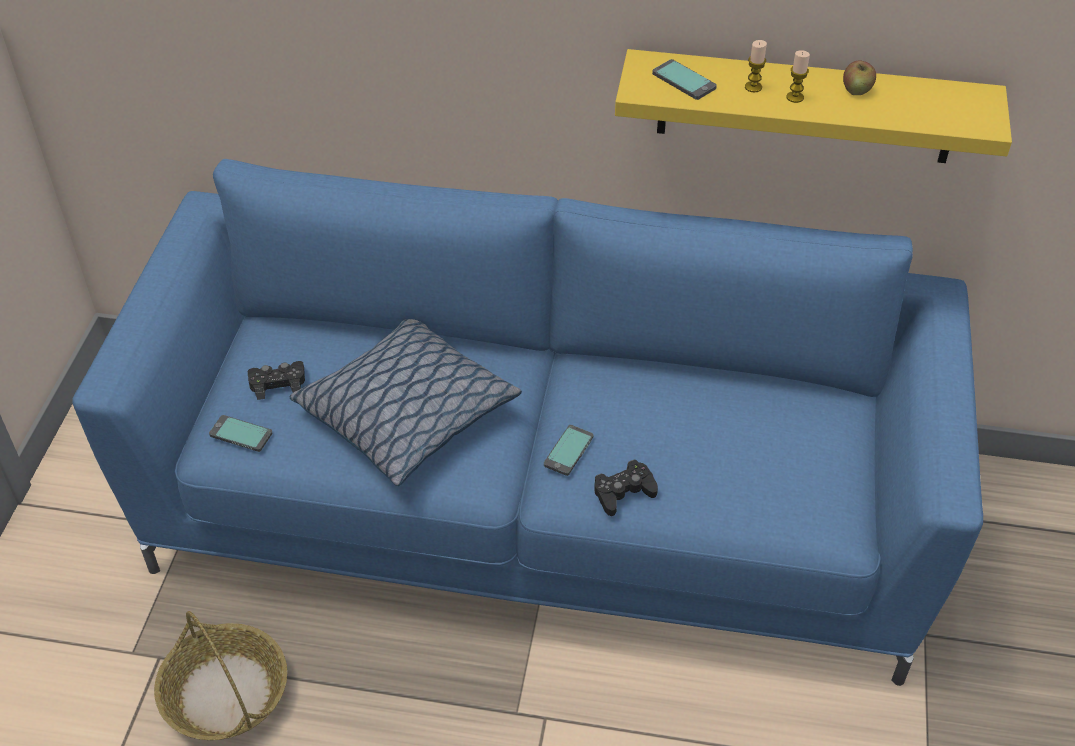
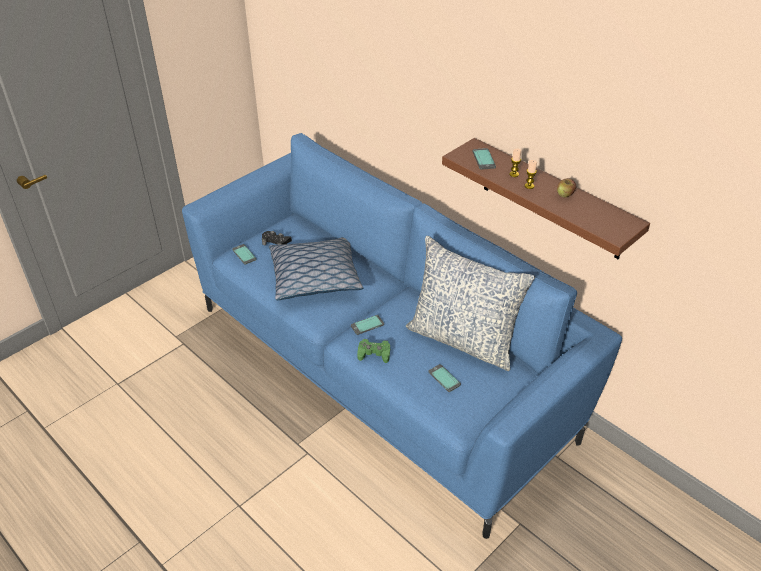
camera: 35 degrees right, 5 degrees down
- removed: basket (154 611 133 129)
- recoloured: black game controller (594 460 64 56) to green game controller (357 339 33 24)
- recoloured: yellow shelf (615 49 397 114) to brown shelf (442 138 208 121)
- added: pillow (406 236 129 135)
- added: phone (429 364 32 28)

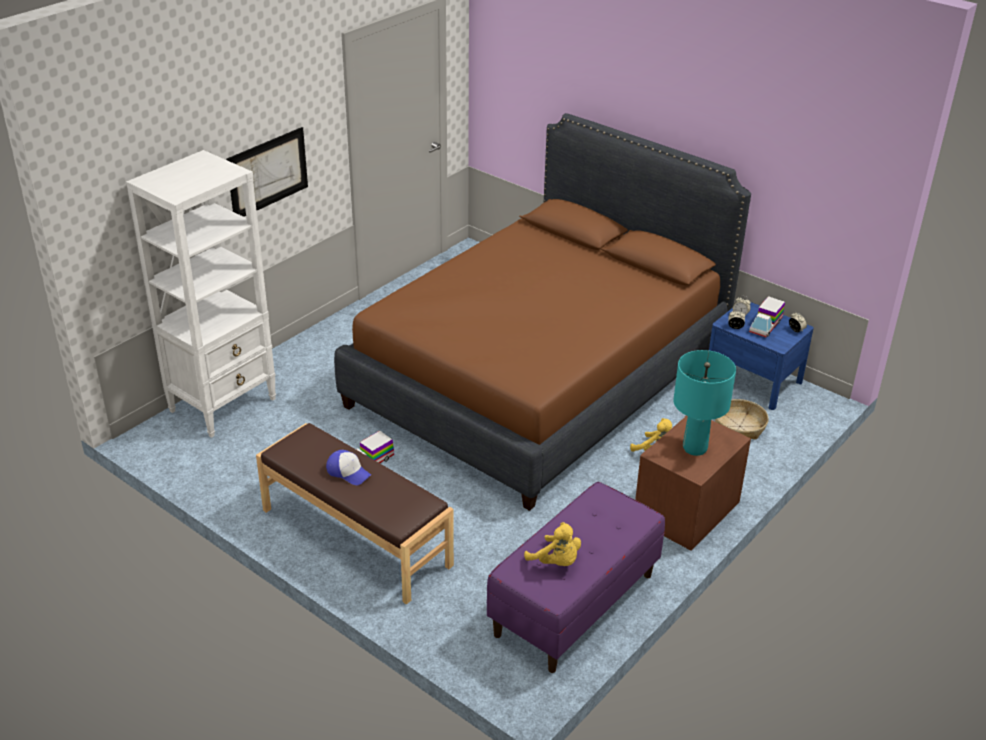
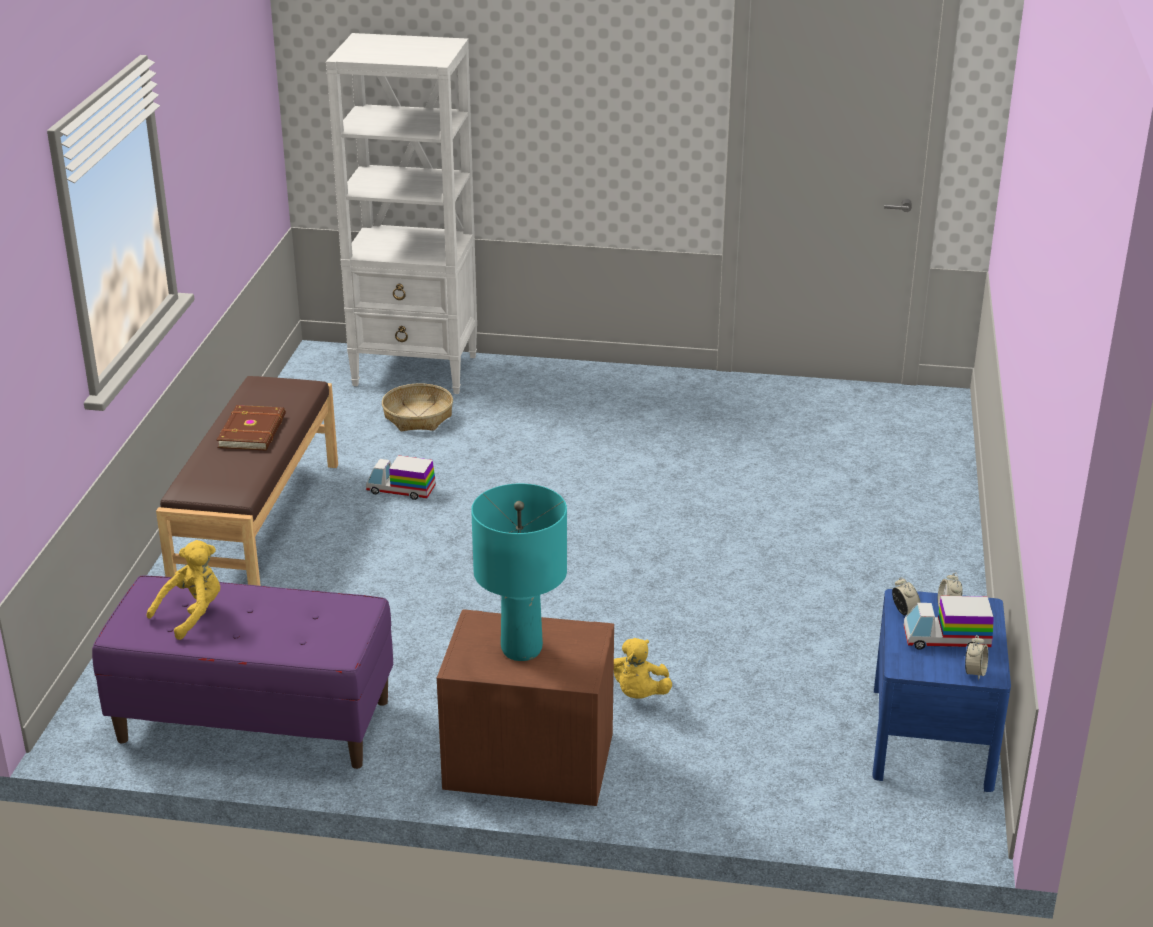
camera: 60 degrees right, 5 degrees down
- removed: picture (226 127 82 90)
- replaced: cap (326 450 45 35) to brown book (217 405 69 46)
- removed: brown bed (334 113 417 398)
- turned: yellow plush toy (524 522 57 44) = (147 540 73 100) 150 degrees counterclockwise
- moved: basket (715 399 54 41) to (382 383 71 48)

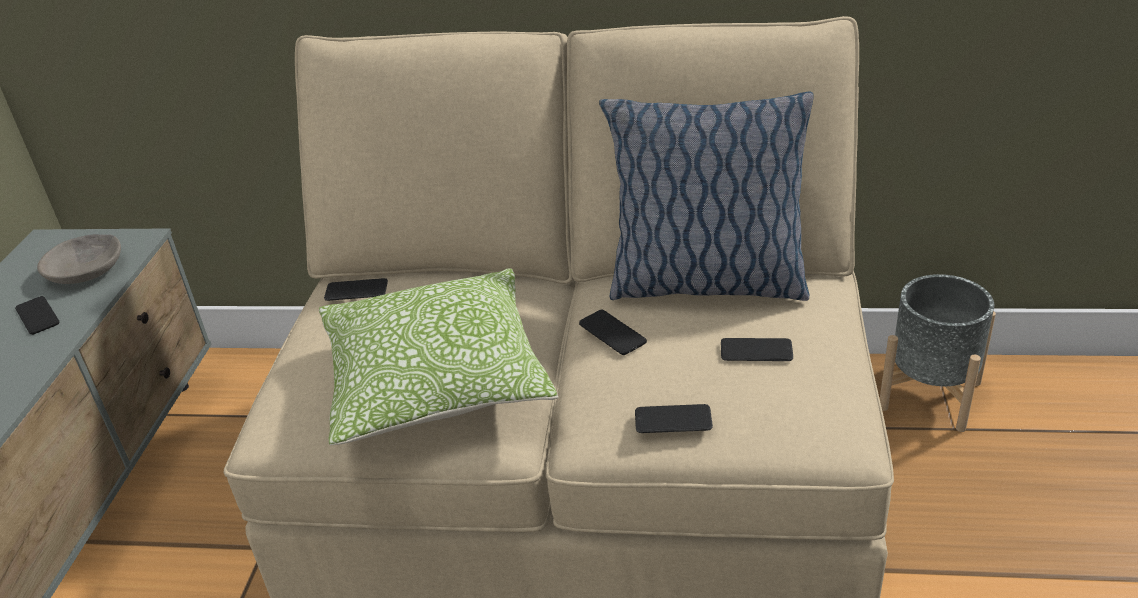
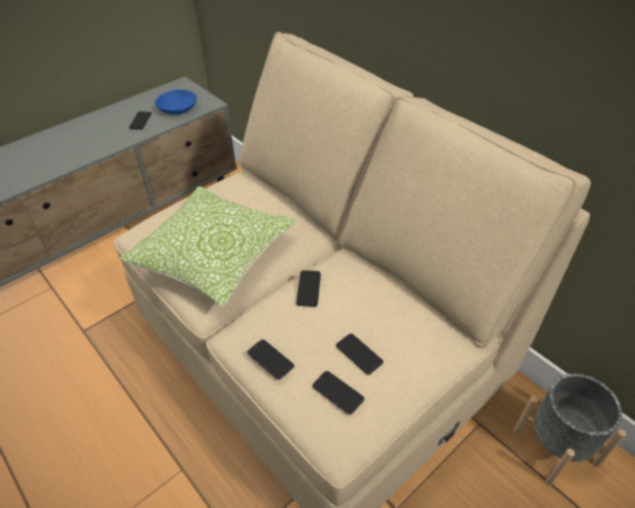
camera: 40 degrees right, 10 degrees up
- recoloured: grey bowl (37 234 84 50) to blue bowl (155 90 42 24)
- moved: phone (324 278 64 23) to (312 371 52 44)
- removed: pillow (599 92 215 209)

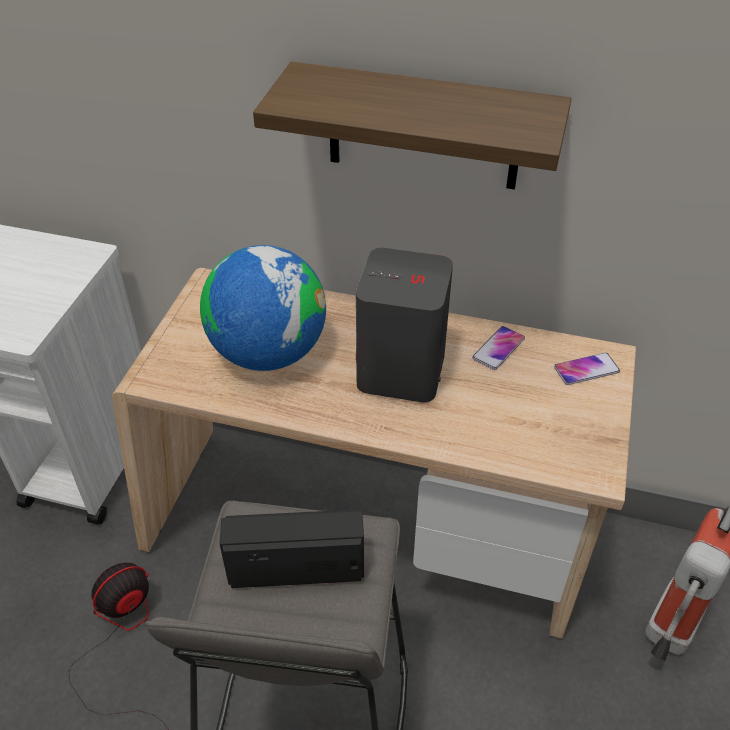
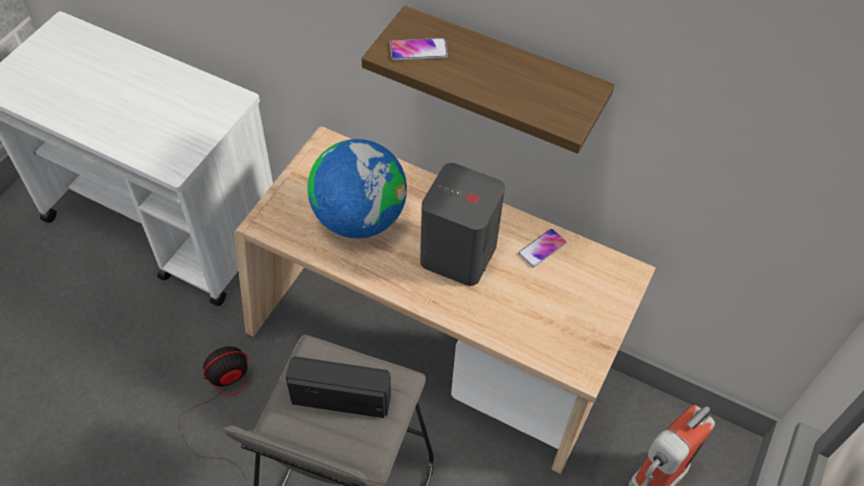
camera: 10 degrees right, 10 degrees up
- moved: phone (554 352 66 33) to (390 38 58 22)

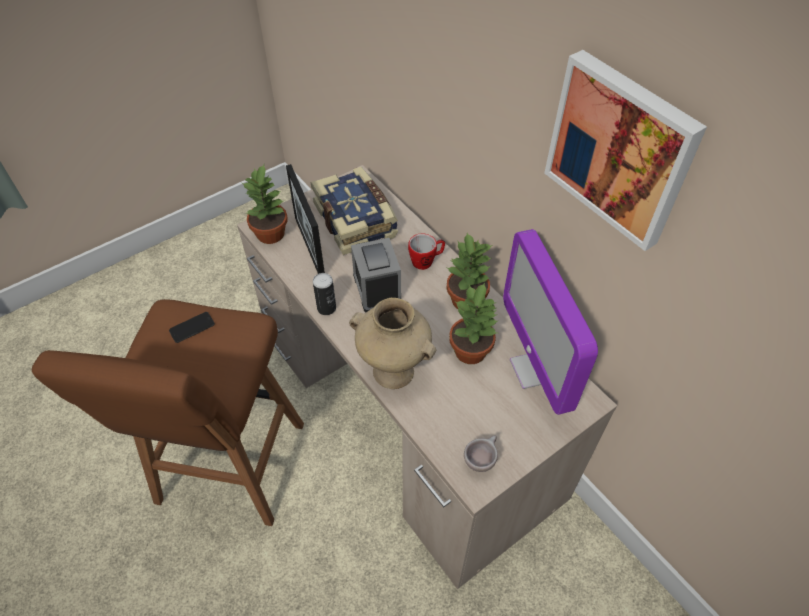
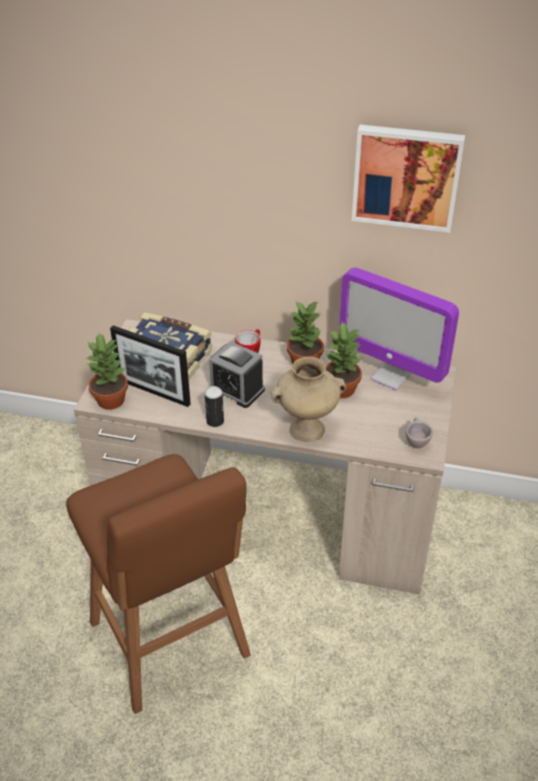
camera: 40 degrees left, 10 degrees down
- removed: phone (169 312 46 31)

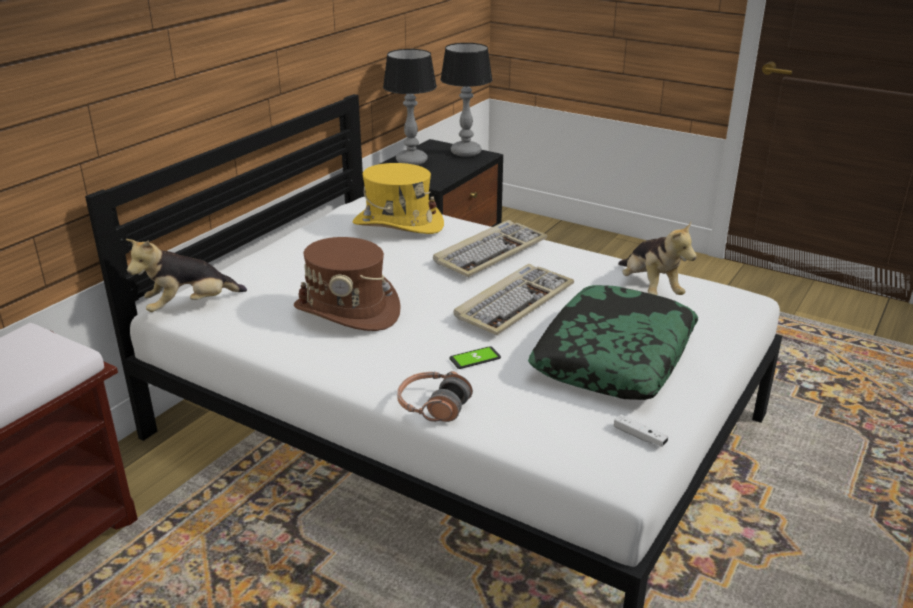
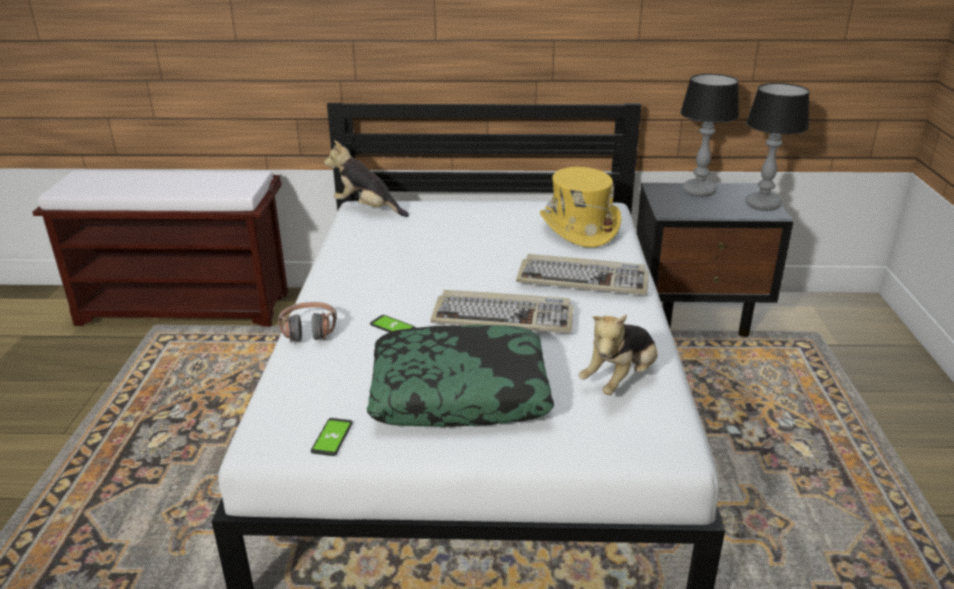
camera: 60 degrees right, 0 degrees up
- removed: brown hat (294 237 107 94)
- replaced: white game controller (614 414 54 33) to phone (311 418 42 38)

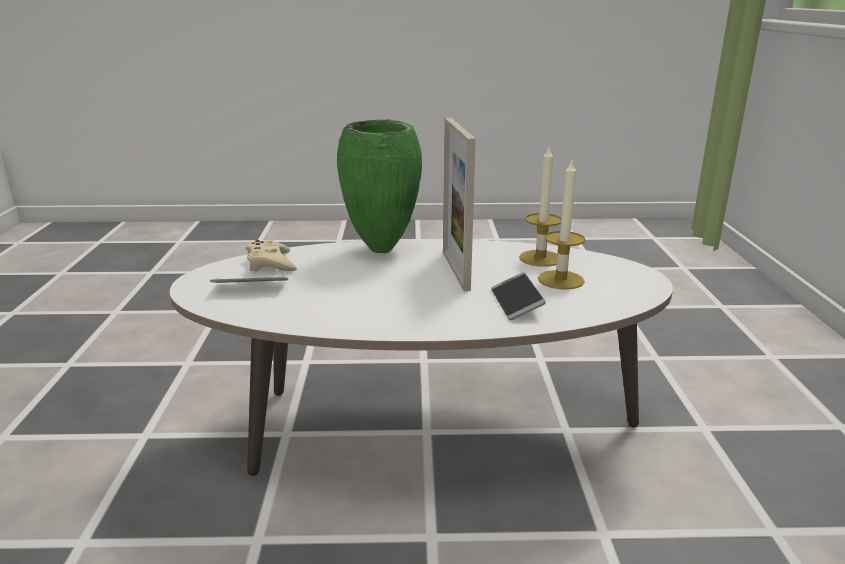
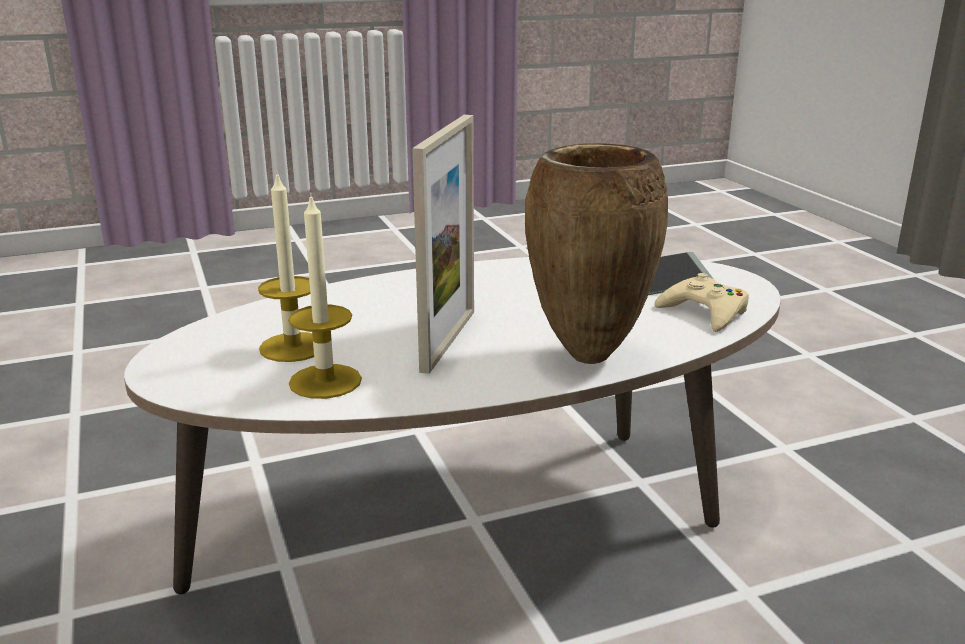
camera: 160 degrees right, 0 degrees up
- recoloured: green vase (337 119 85 134) to brown vase (525 144 143 220)
- turned: picture frame (443 118 33 173) = (412 115 62 259) 45 degrees clockwise
- removed: phone (491 272 55 49)

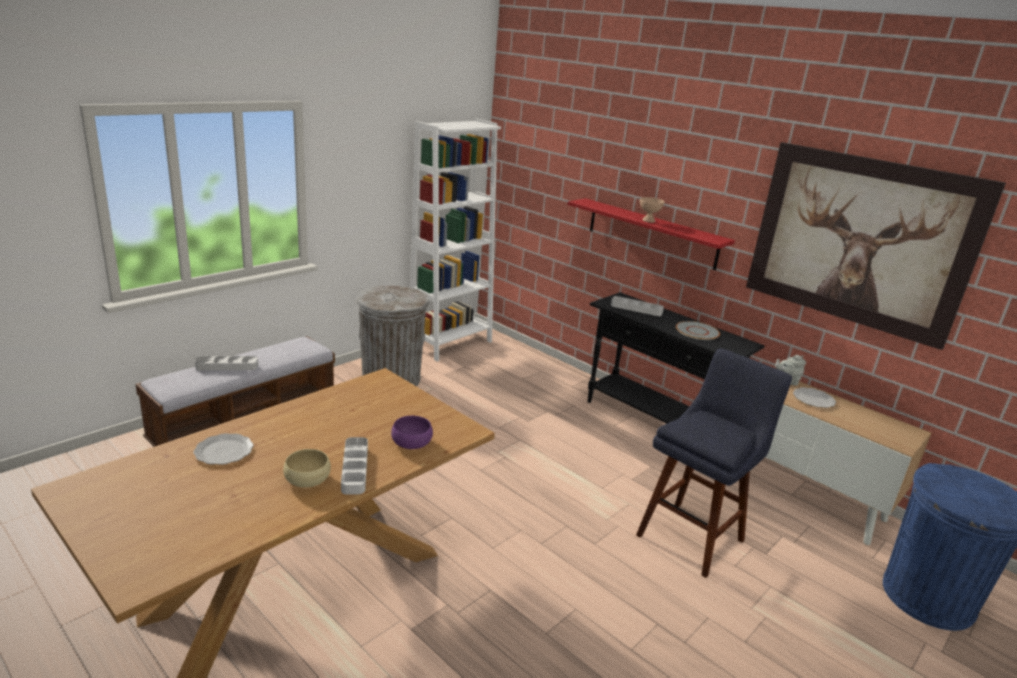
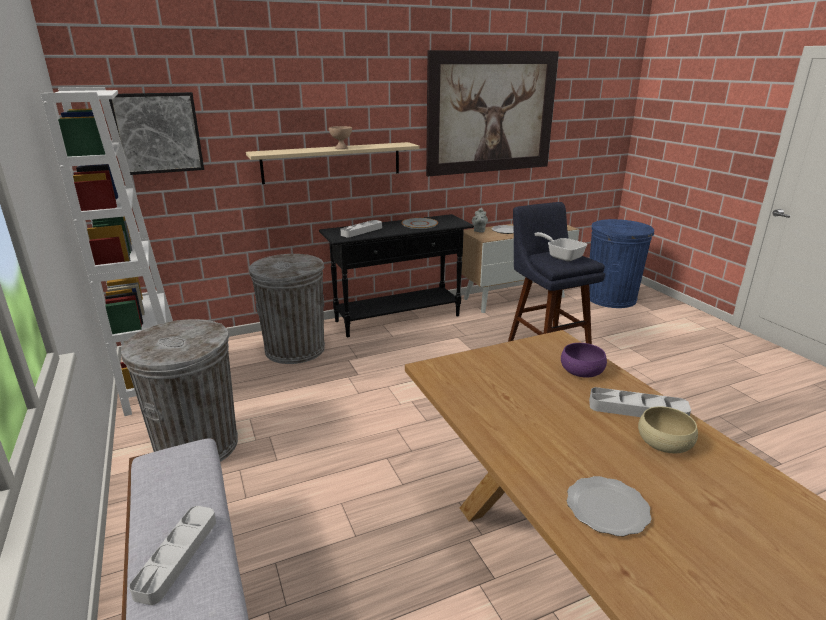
camera: 65 degrees left, 0 degrees up
- recoloured: red shelf (567 198 168 72) to beige shelf (246 142 174 42)
- added: picture (109 92 95 83)
- added: grey trash can (249 254 76 110)
- added: frying pan (534 232 53 30)

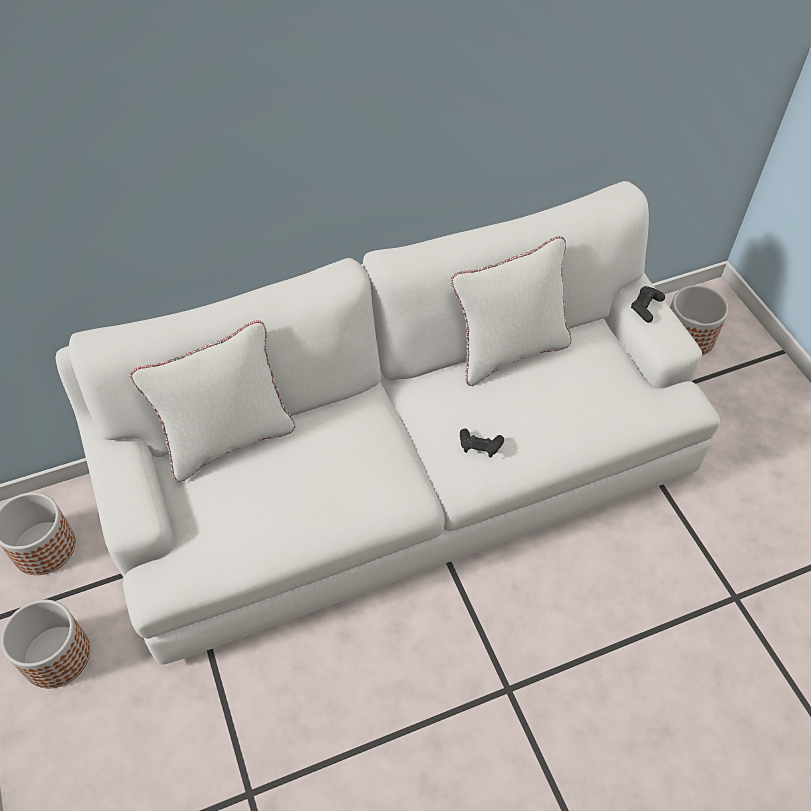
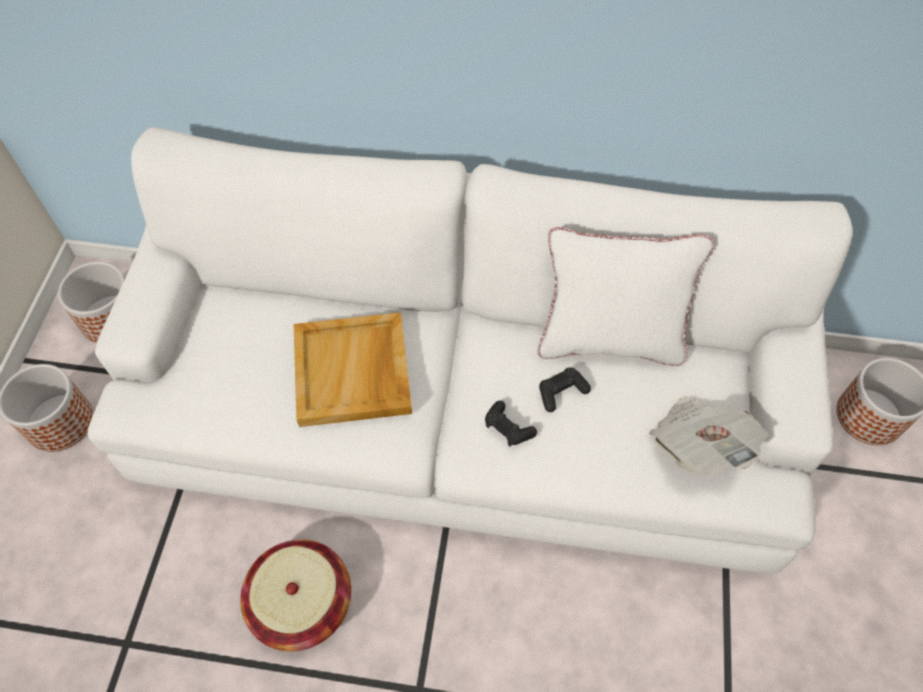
camera: 30 degrees right, 5 degrees up
- removed: white pillow (129 320 167 162)
- moved: black game controller (631 286 34 36) to (539 367 52 45)
- added: basket (240 539 111 112)
- added: beige tray (294 312 118 115)
- added: newspaper (649 396 119 79)

